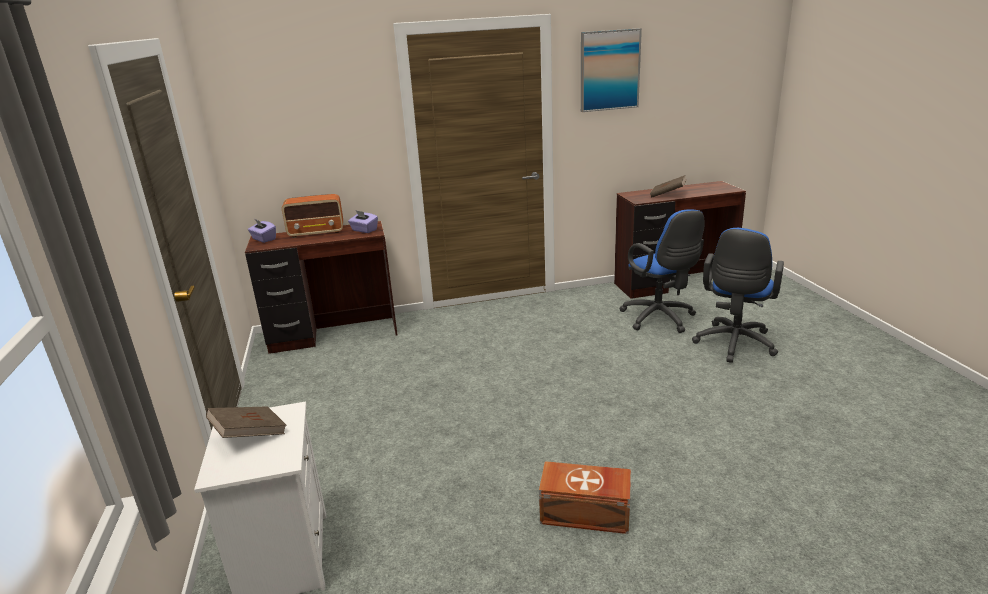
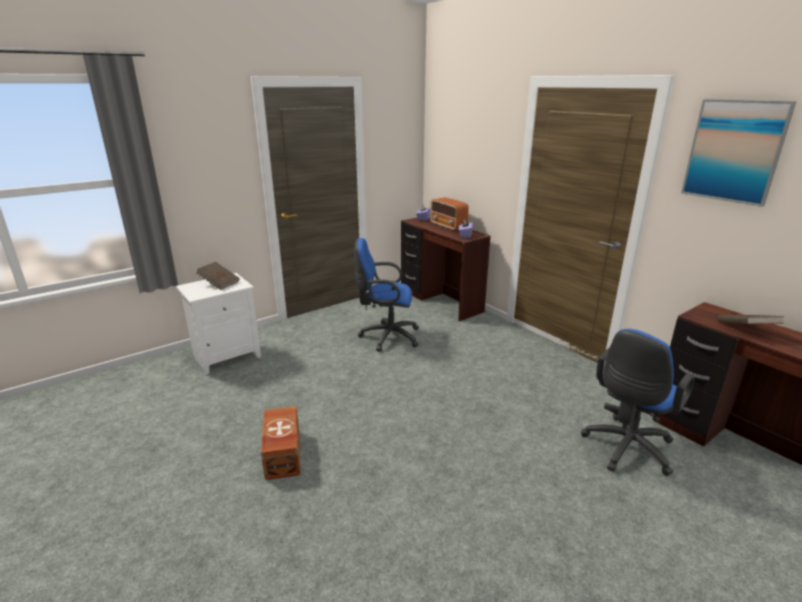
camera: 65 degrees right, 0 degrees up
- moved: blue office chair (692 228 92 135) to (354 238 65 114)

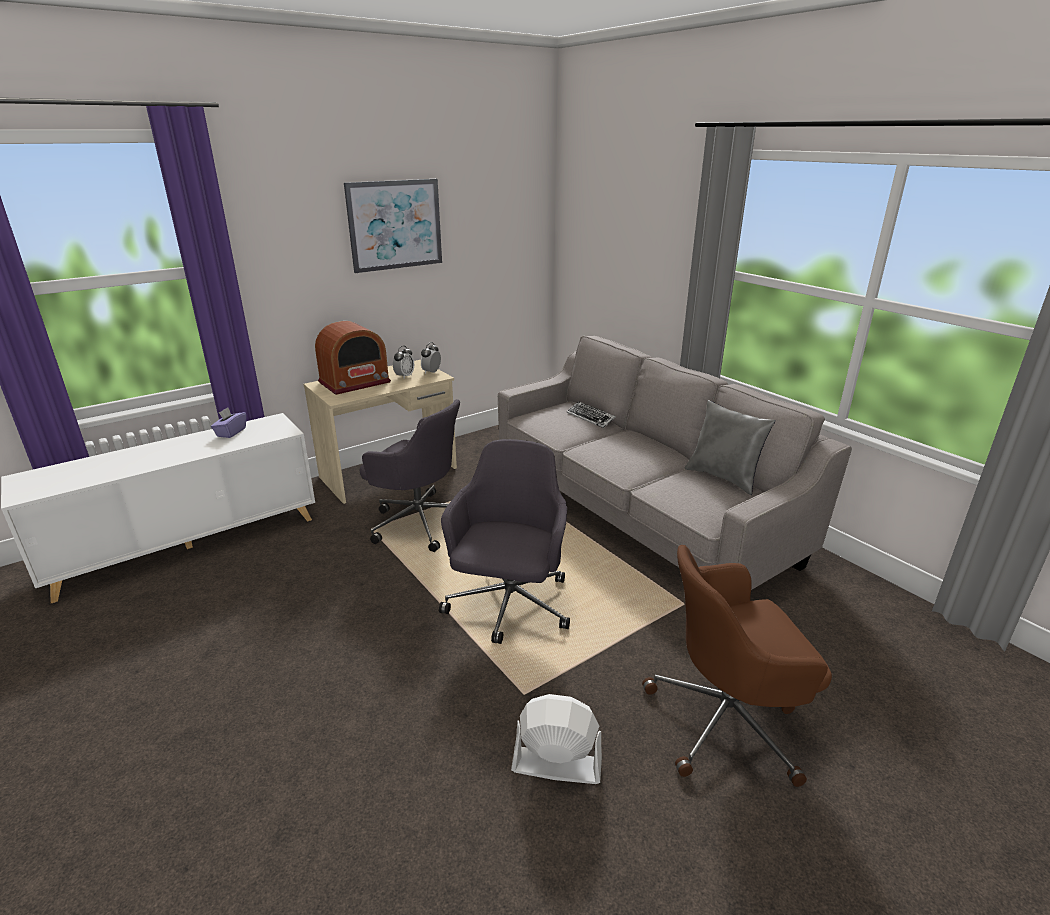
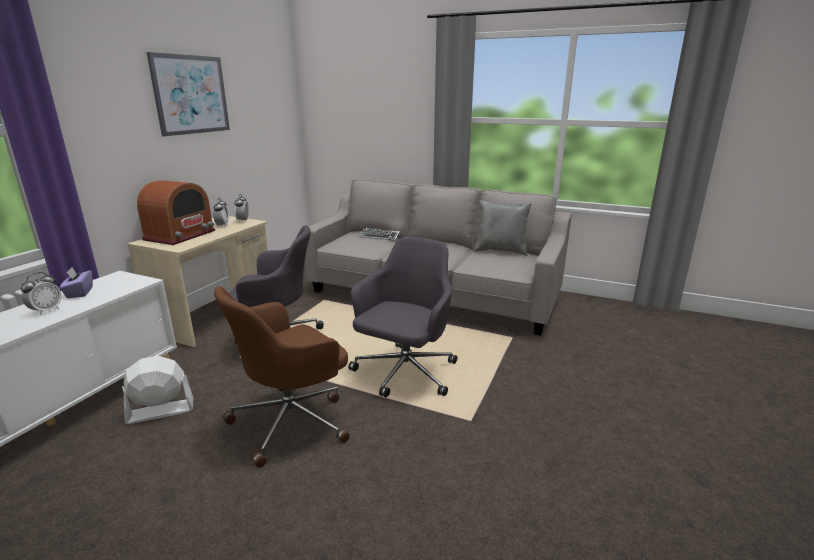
camera: 30 degrees left, 5 degrees down
- turned: grey office chair (439 439 131 205) = (348 237 109 161) 45 degrees clockwise
- moved: white fan (511 694 91 90) to (122 356 71 68)
- moved: brown office chair (642 545 190 242) to (214 286 136 182)
- added: alarm clock (21 272 41 43)

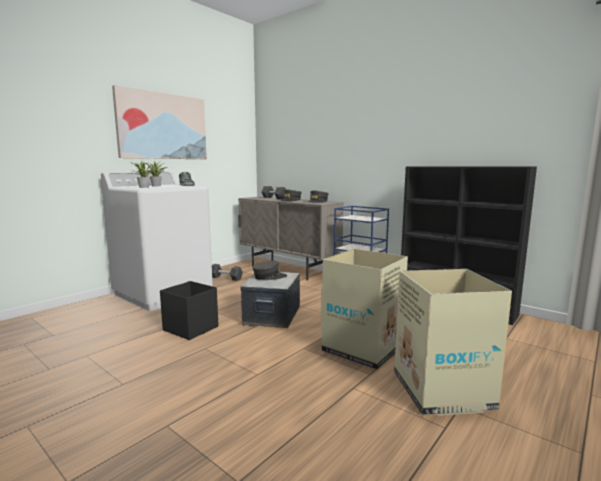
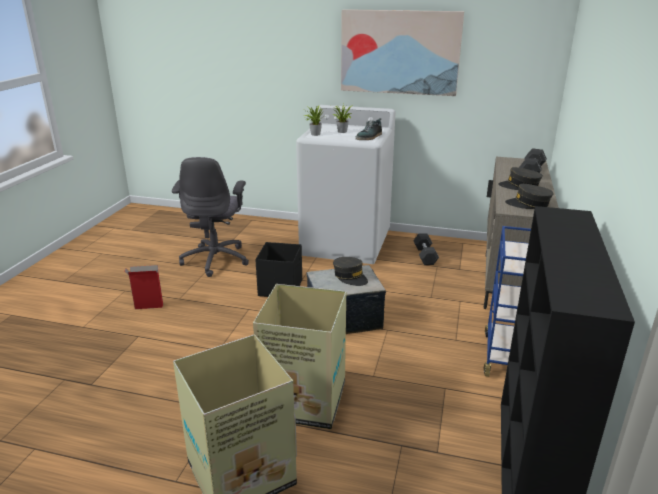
camera: 65 degrees right, 15 degrees up
- added: cardboard box (125 265 38 44)
- added: grey office chair (172 157 77 120)

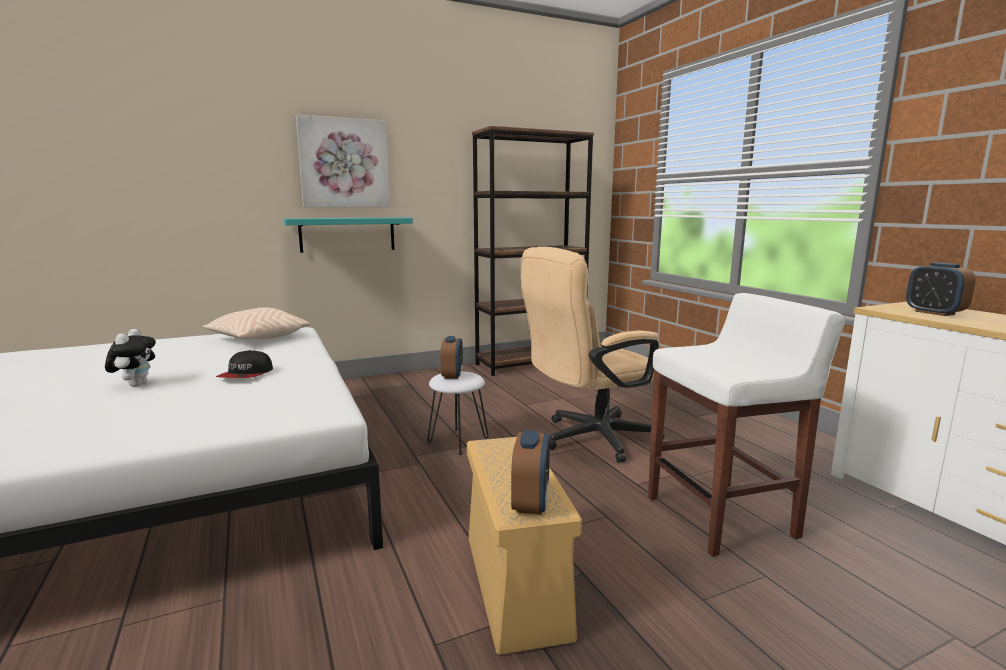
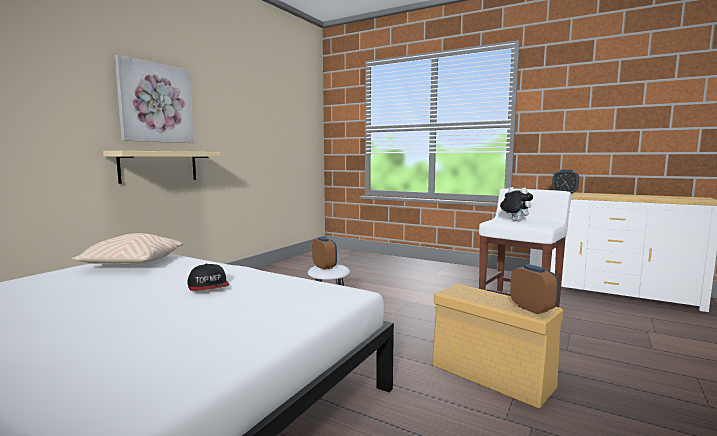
camera: 35 degrees left, 5 degrees down
- moved: plush toy (105 329 51 58) to (500 187 33 34)
- recoloured: turquoise shelf (284 217 129 36) to beige shelf (103 151 118 33)
- removed: brown bookcase (472 126 122 250)
- removed: beige office chair (521 247 144 216)

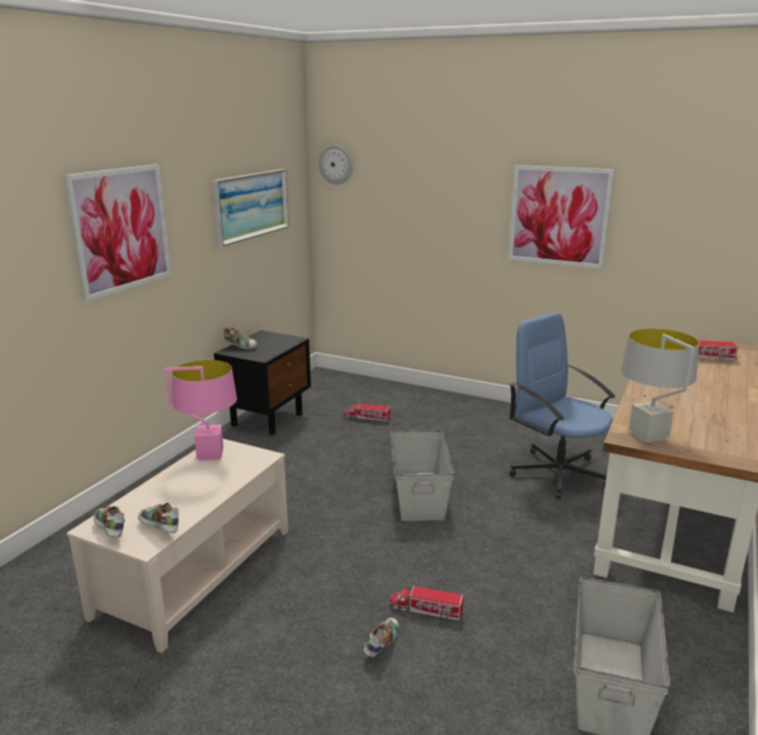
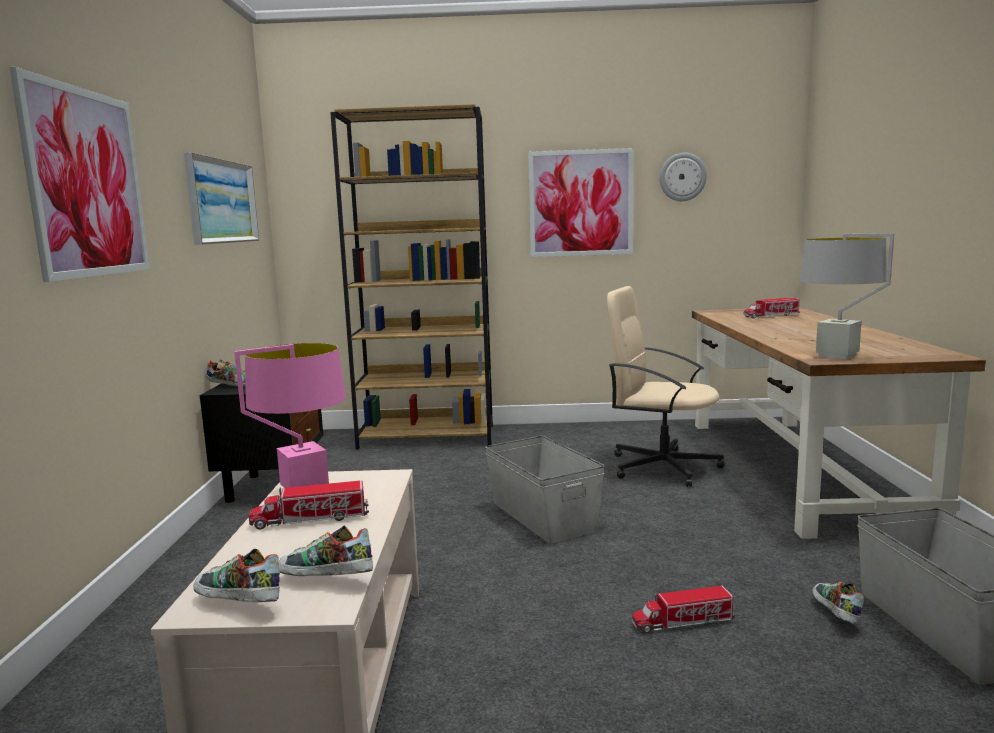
camera: 25 degrees left, 10 degrees down
- moved: wall clock (319 145 34 39) to (659 153 48 48)
- moved: toy truck (345 404 46 17) to (249 480 120 50)
- moved: shoe (363 618 36 39) to (812 582 53 43)
- recoloured: blue office chair (509 312 106 188) to beige office chair (607 286 117 201)
- added: brown bookcase (330 104 163 345)

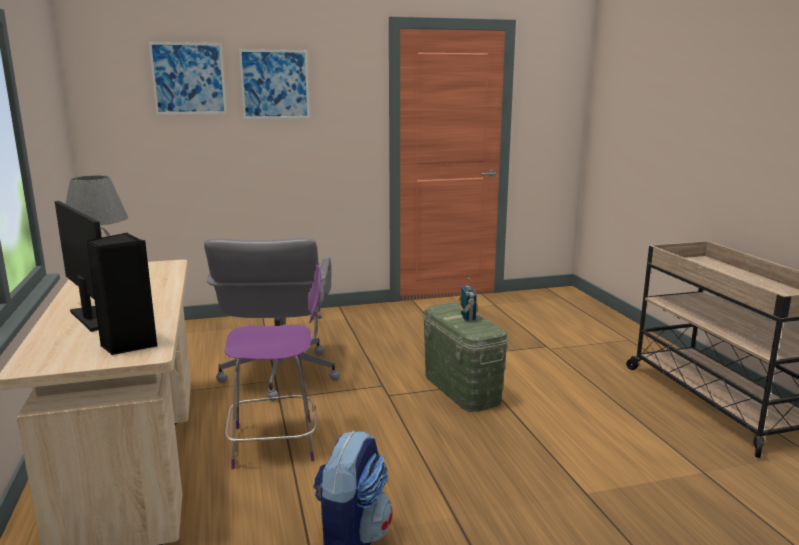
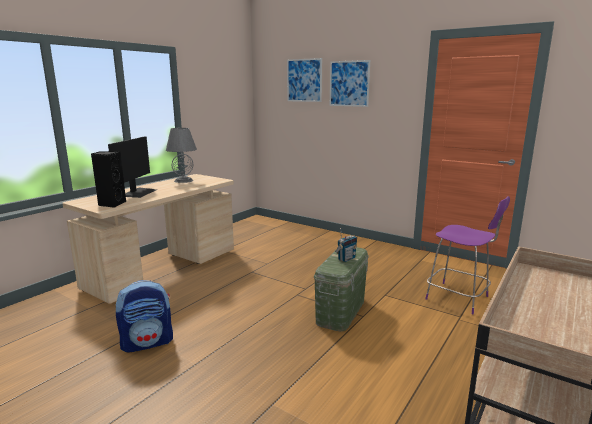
camera: 50 degrees right, 0 degrees up
- removed: grey office chair (204 238 136 163)
- moved: purple chair (224 264 97 205) to (425 196 85 119)

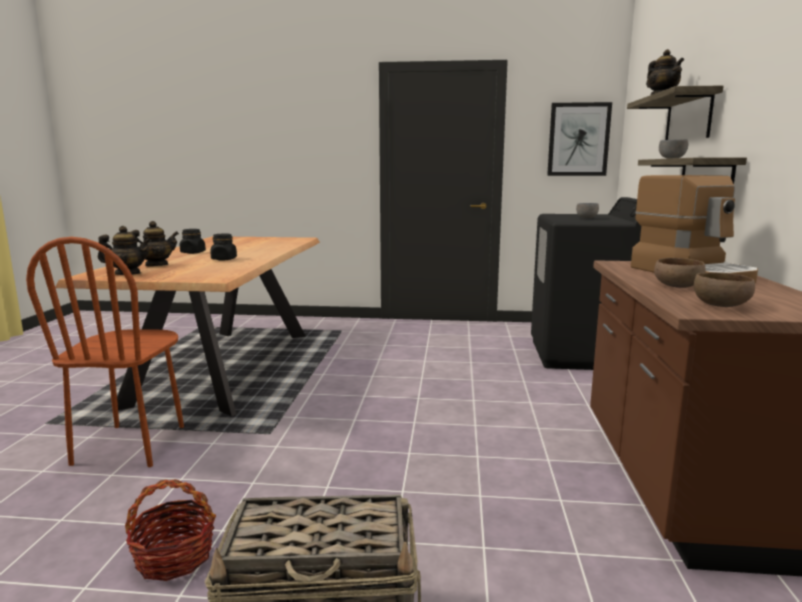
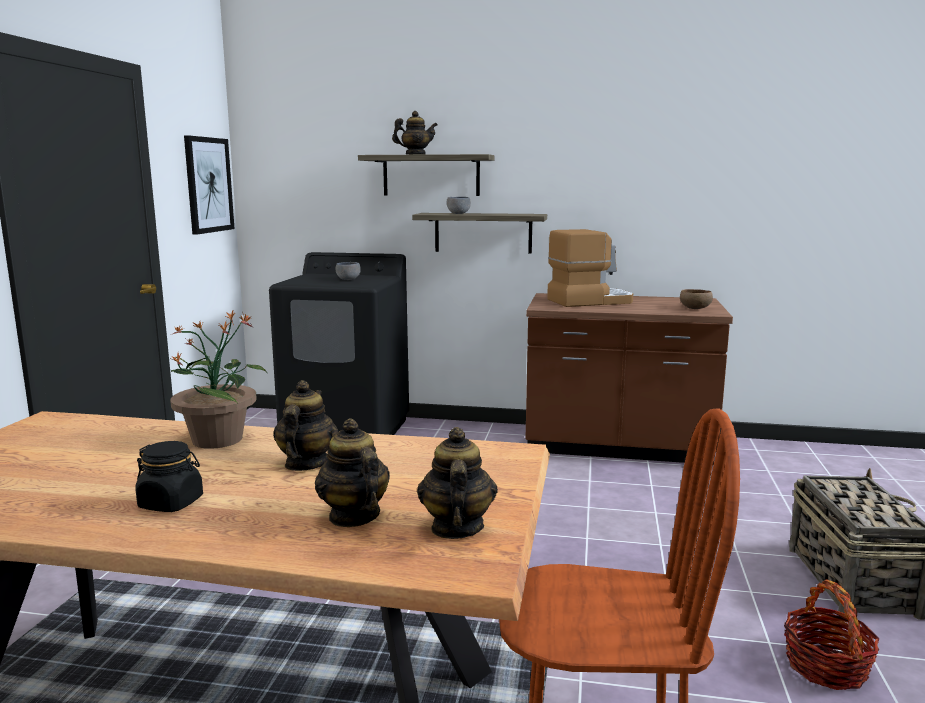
camera: 85 degrees left, 0 degrees up
- replaced: black jar (210 233 27 27) to teapot (273 380 64 91)
- removed: brown bowl (654 258 51 30)
- added: potted plant (170 311 97 138)

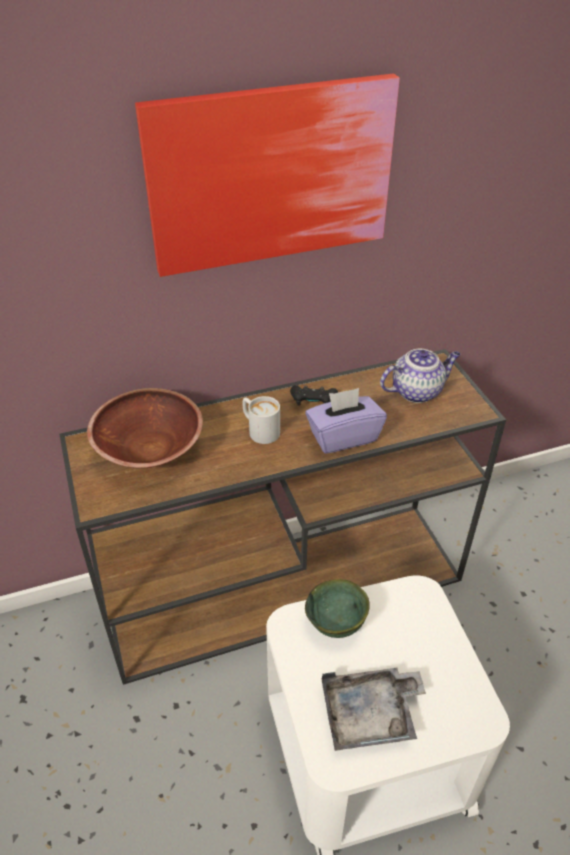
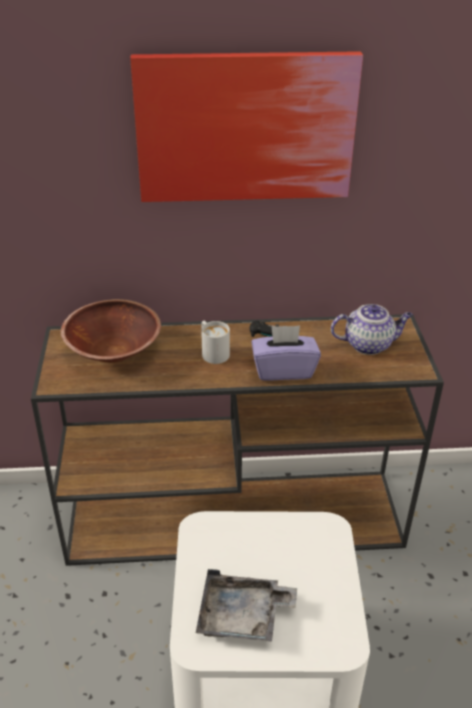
camera: 15 degrees right, 5 degrees down
- removed: green bowl (305 579 65 59)

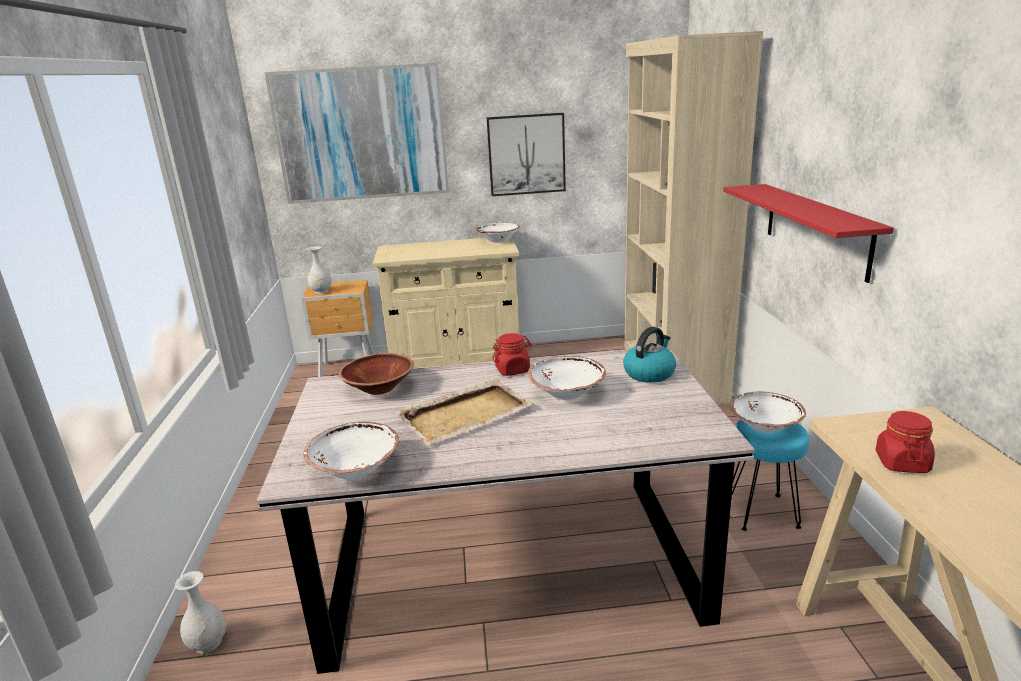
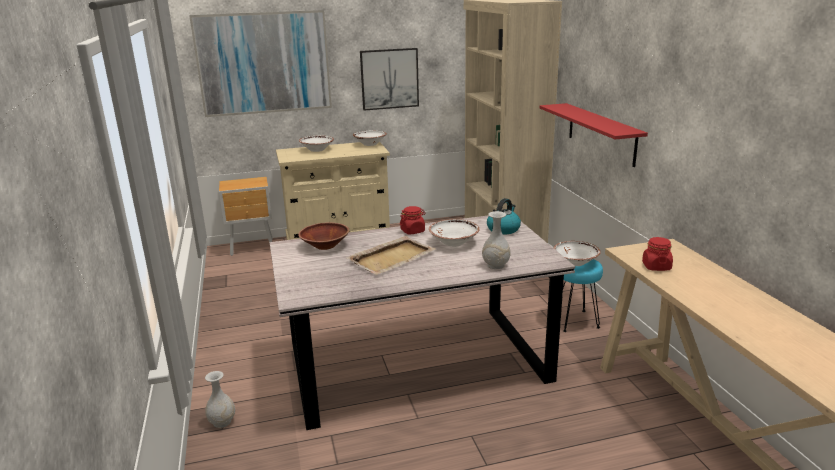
camera: 10 degrees left, 0 degrees up
- moved: white bowl (303 422 96 58) to (299 135 35 17)
- moved: white vase (307 246 25 48) to (482 211 29 58)

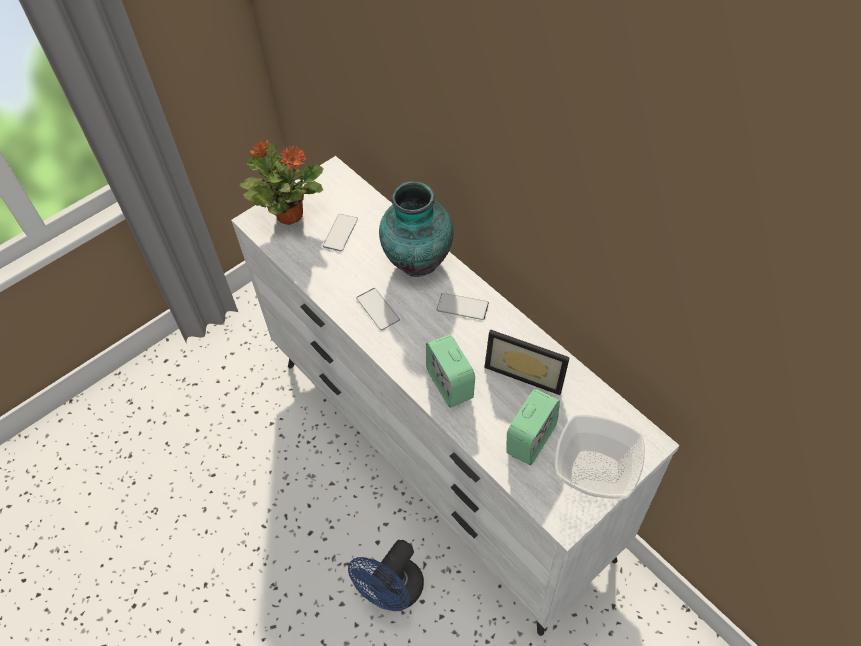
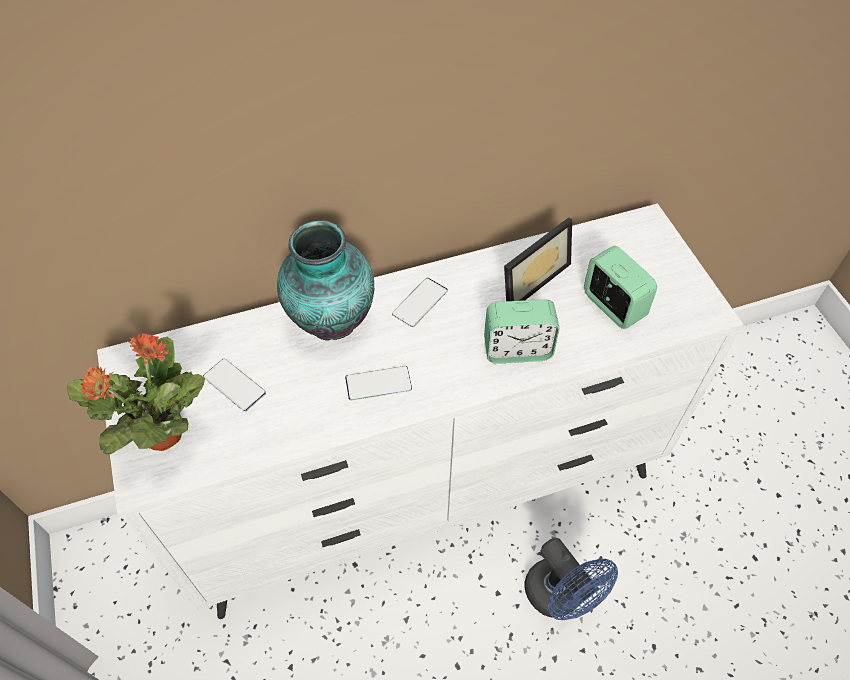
camera: 70 degrees left, 0 degrees up
- removed: bowl (554 415 91 84)

